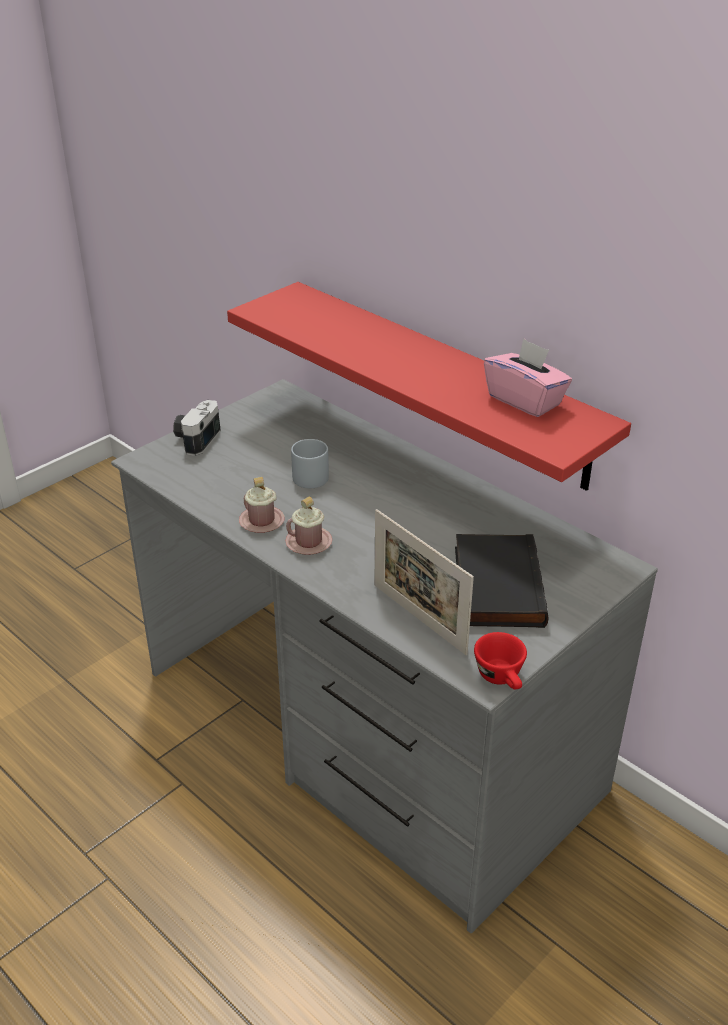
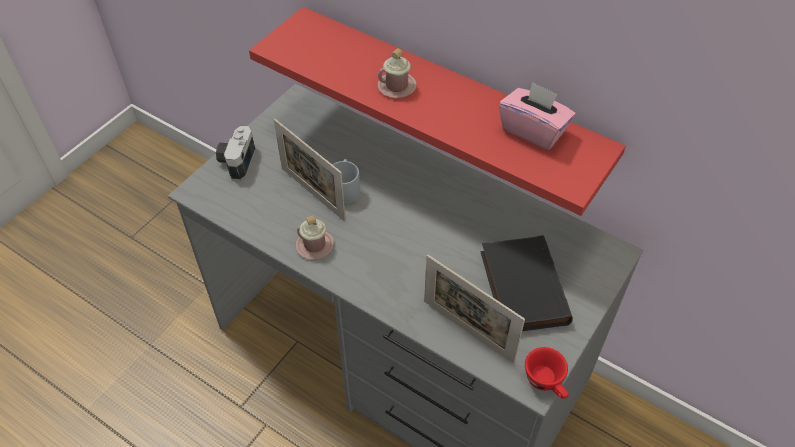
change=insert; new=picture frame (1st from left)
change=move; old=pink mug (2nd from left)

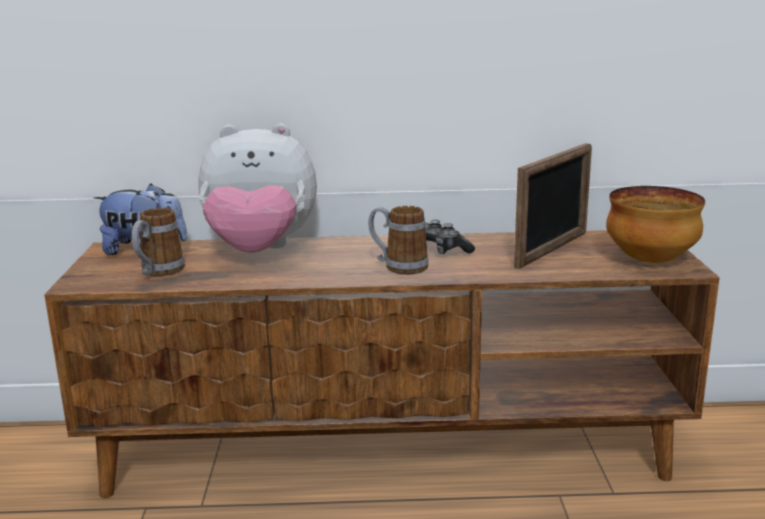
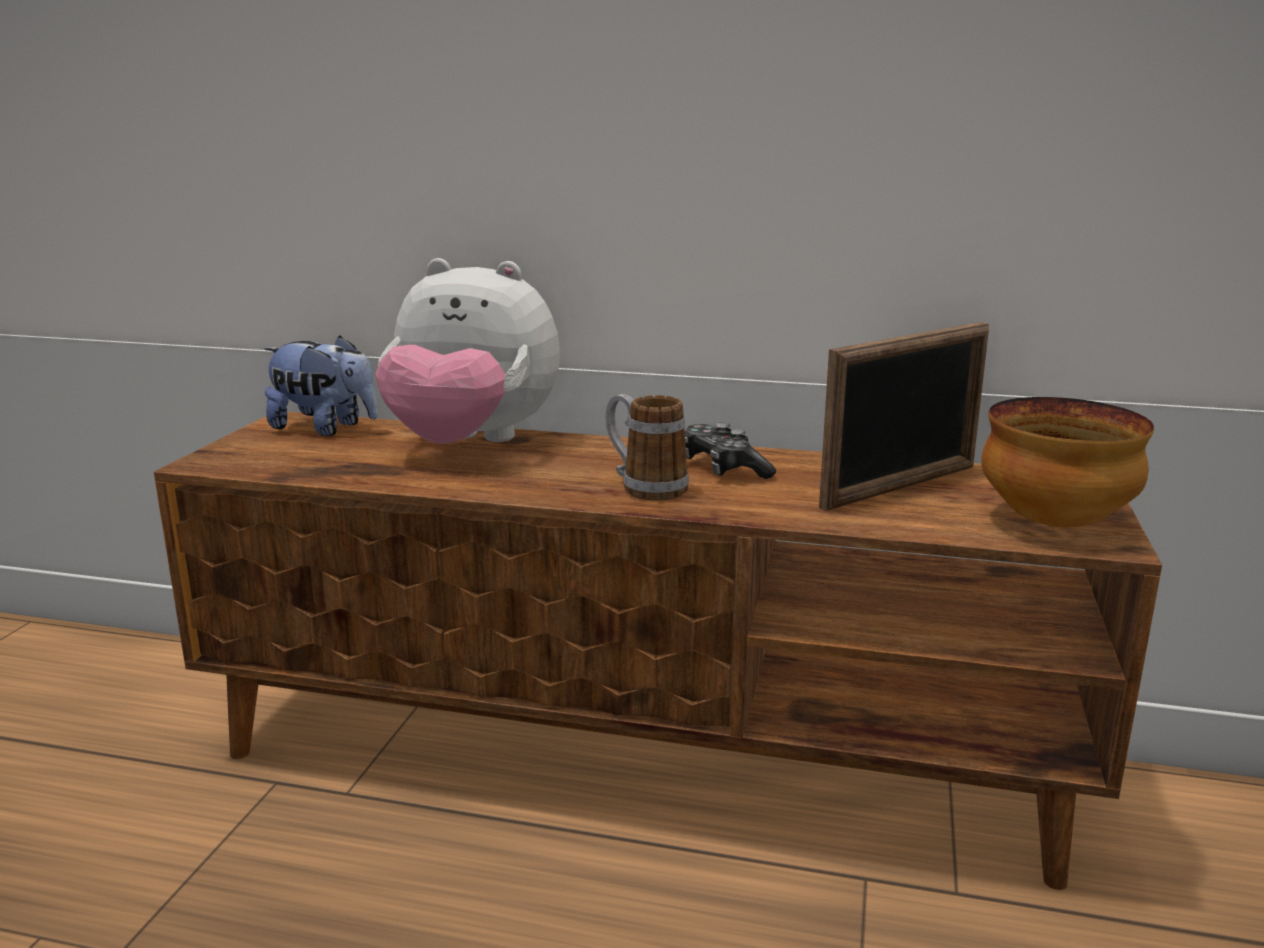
change=delete; old=mug (1st from left)

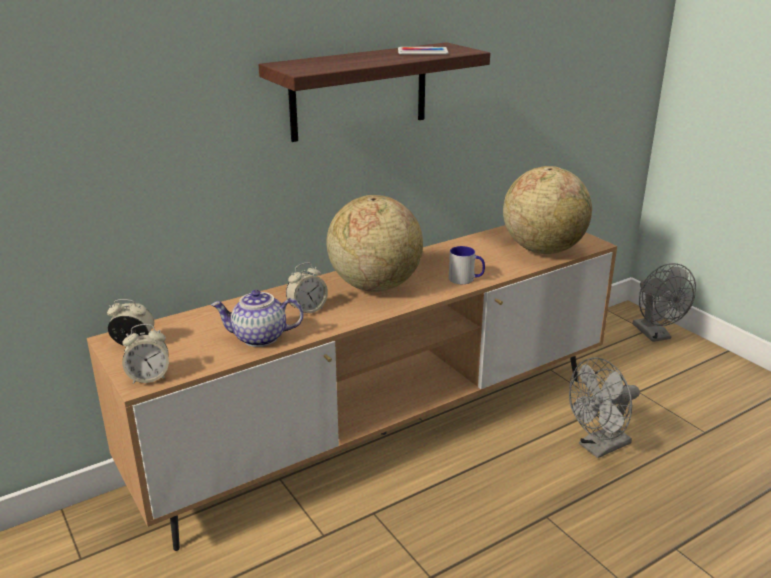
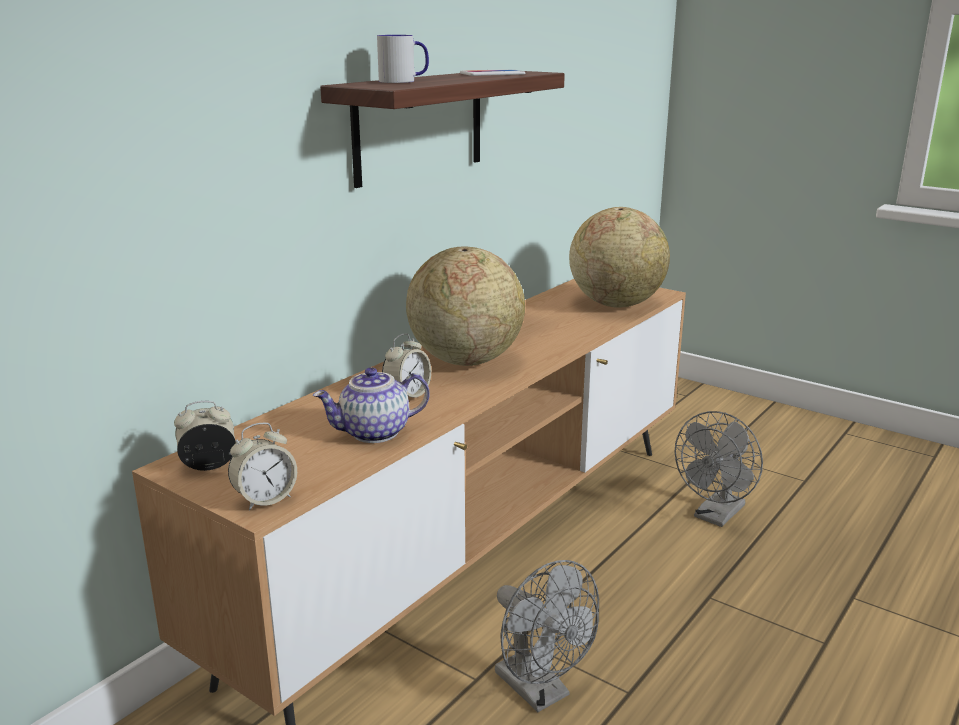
change=move; old=mug
change=move; old=grey fan (2nd from left in the first image); new=grey fan (1st from left)

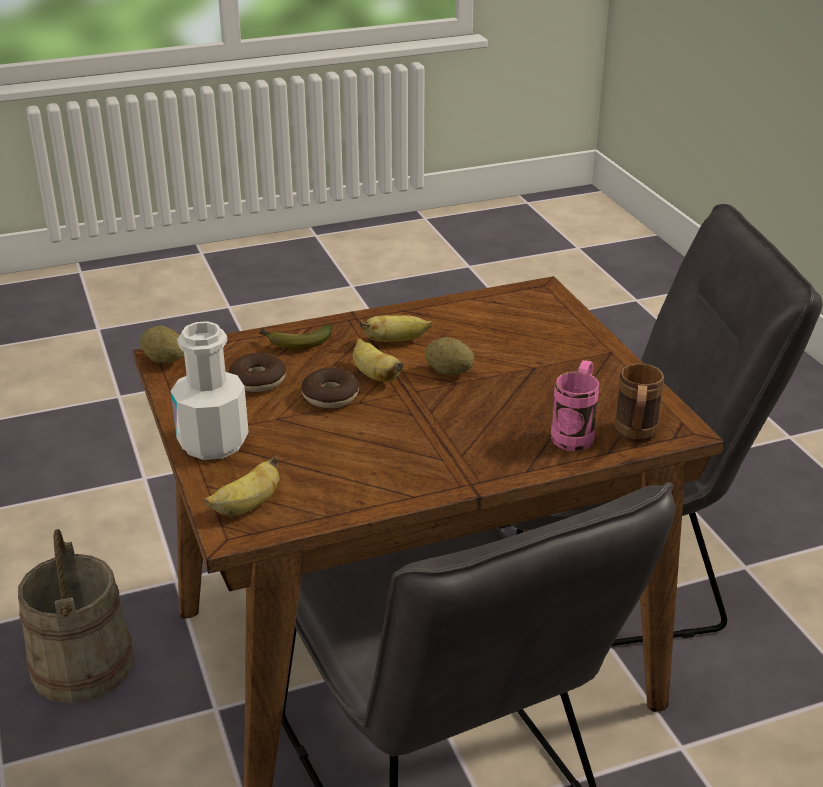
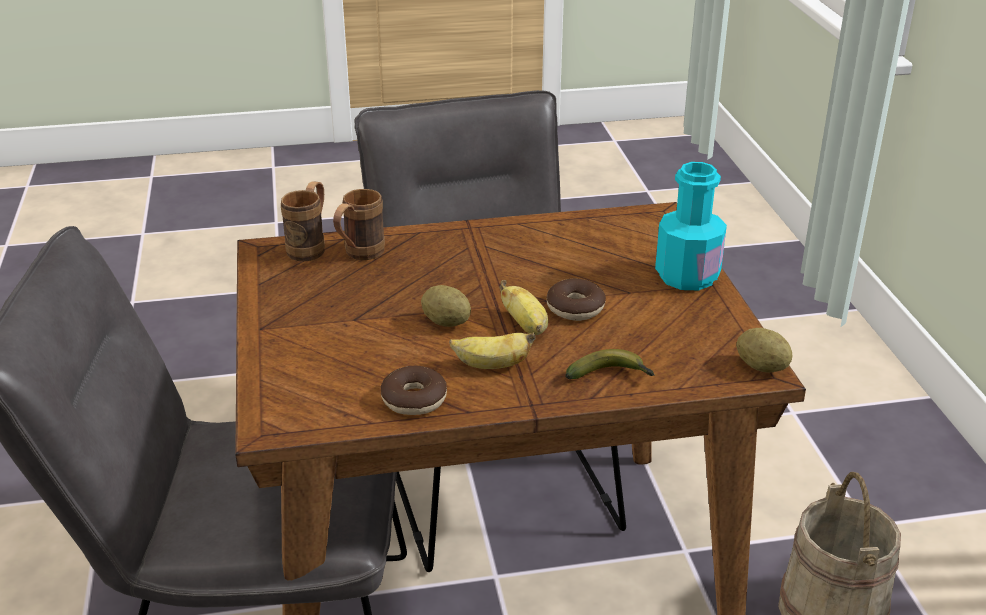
change=recolor; old=pink mug; new=brown mug (2nd from left)
change=move; old=donut (1st from left)
change=recolor; old=white bottle; new=turquoise bottle
change=delete; old=banana (1st from left)

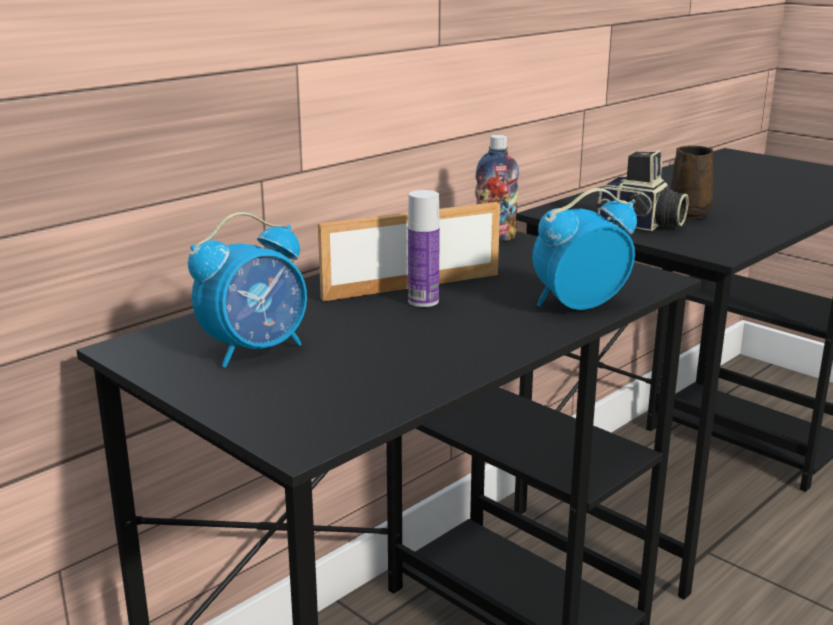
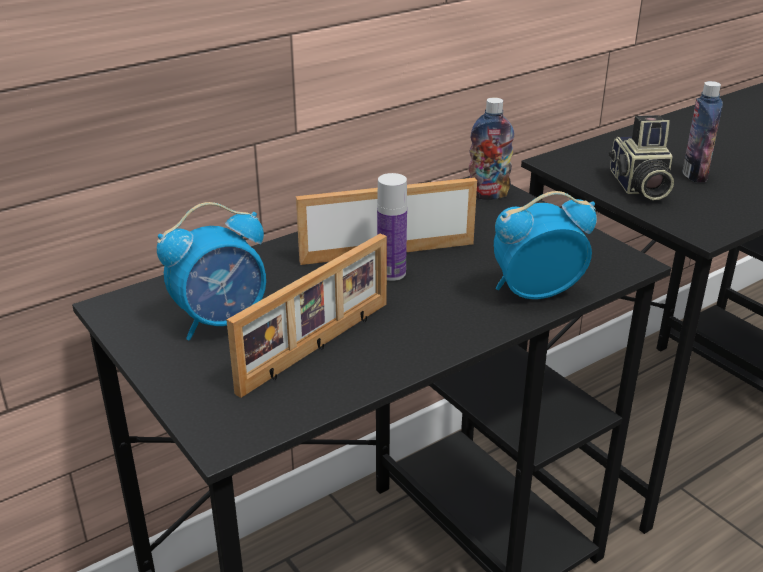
change=insert; new=picture frame (1st from left)
change=rotate; old=photo camera; degrees=45
change=replace; old=brown mug; new=bottle (3rd from left)

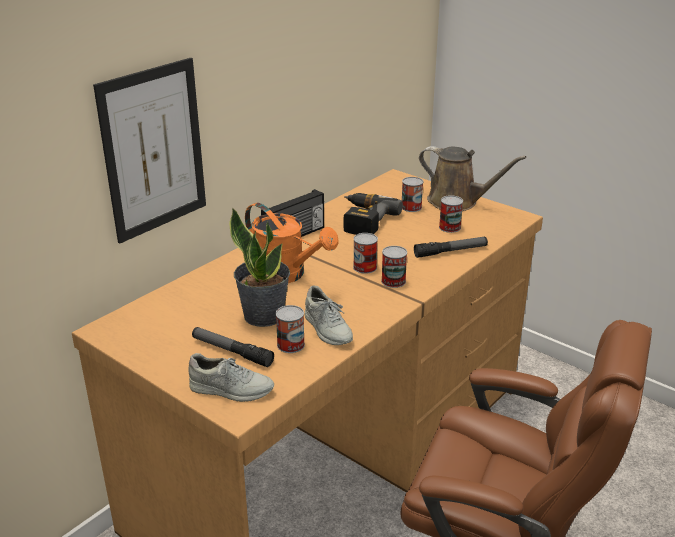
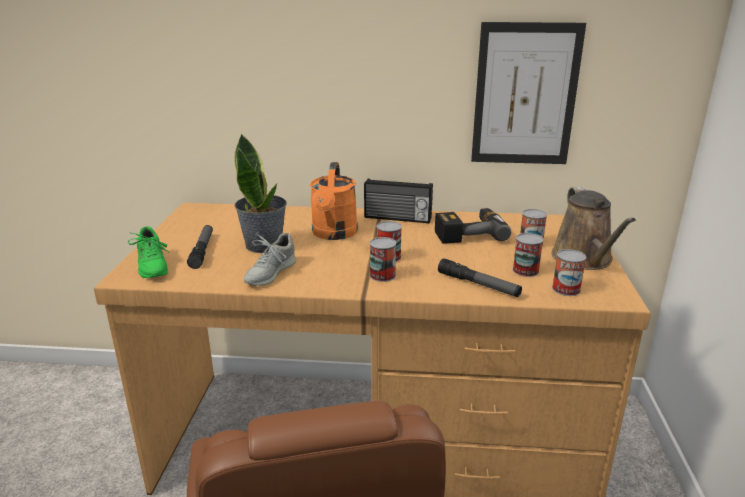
change=recolor; old=grey shoe (1st from left); new=green shoe
change=move; old=picture
change=move; old=can (1st from left in the first image); new=can (5th from left)

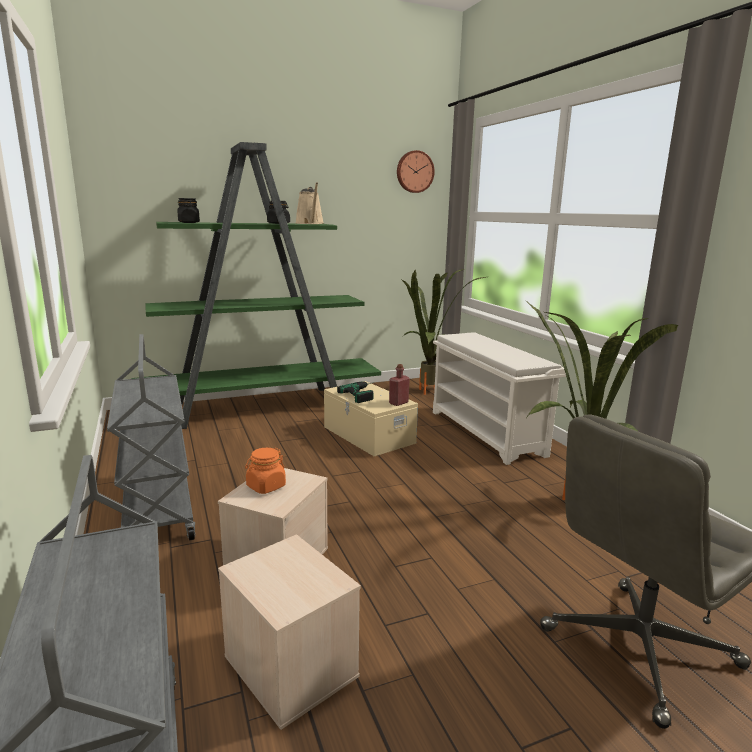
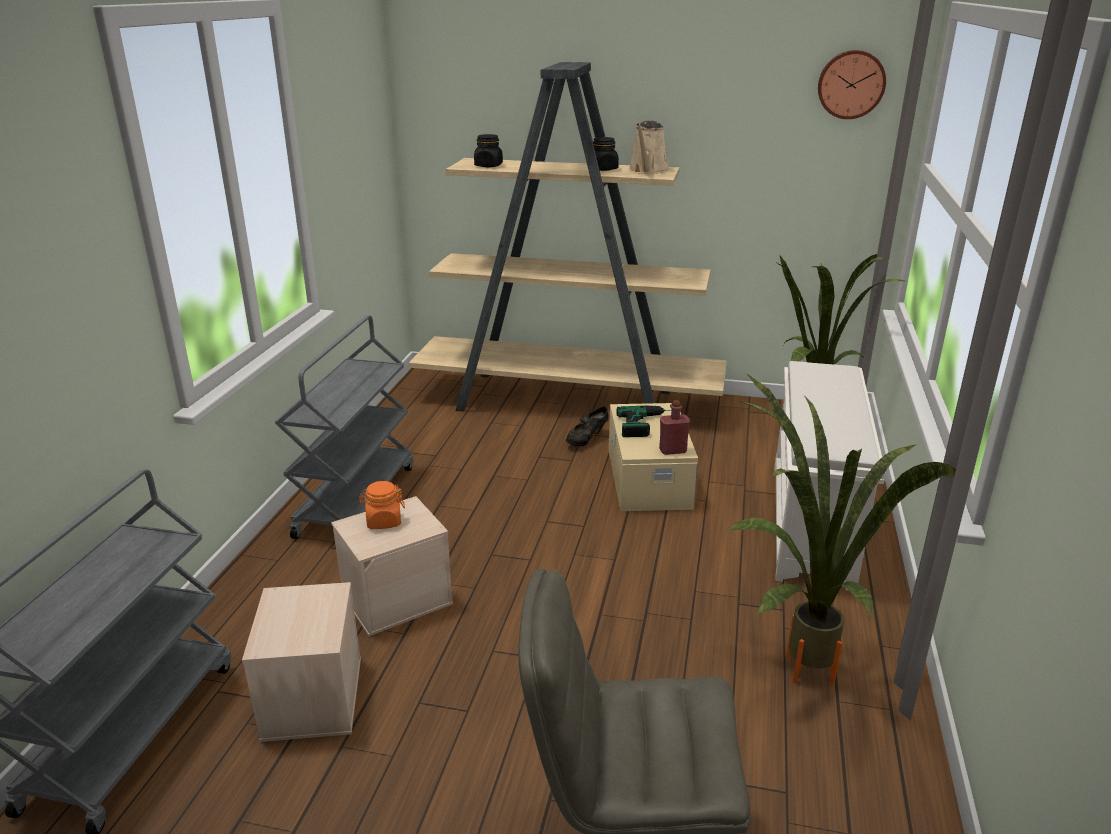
change=recolor; old=green bookcase; new=beige bookcase
change=insert; new=black shoe

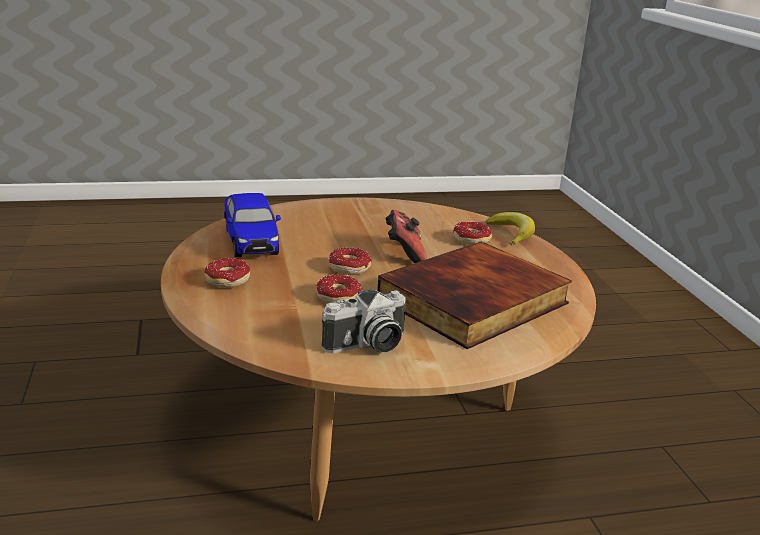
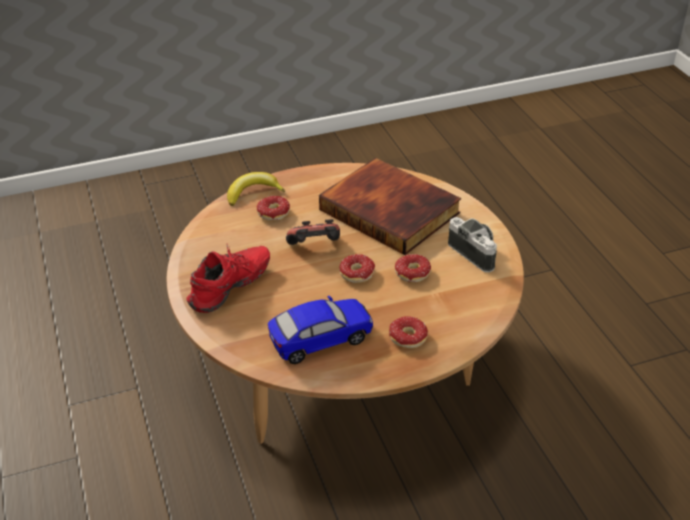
change=insert; new=red shoe

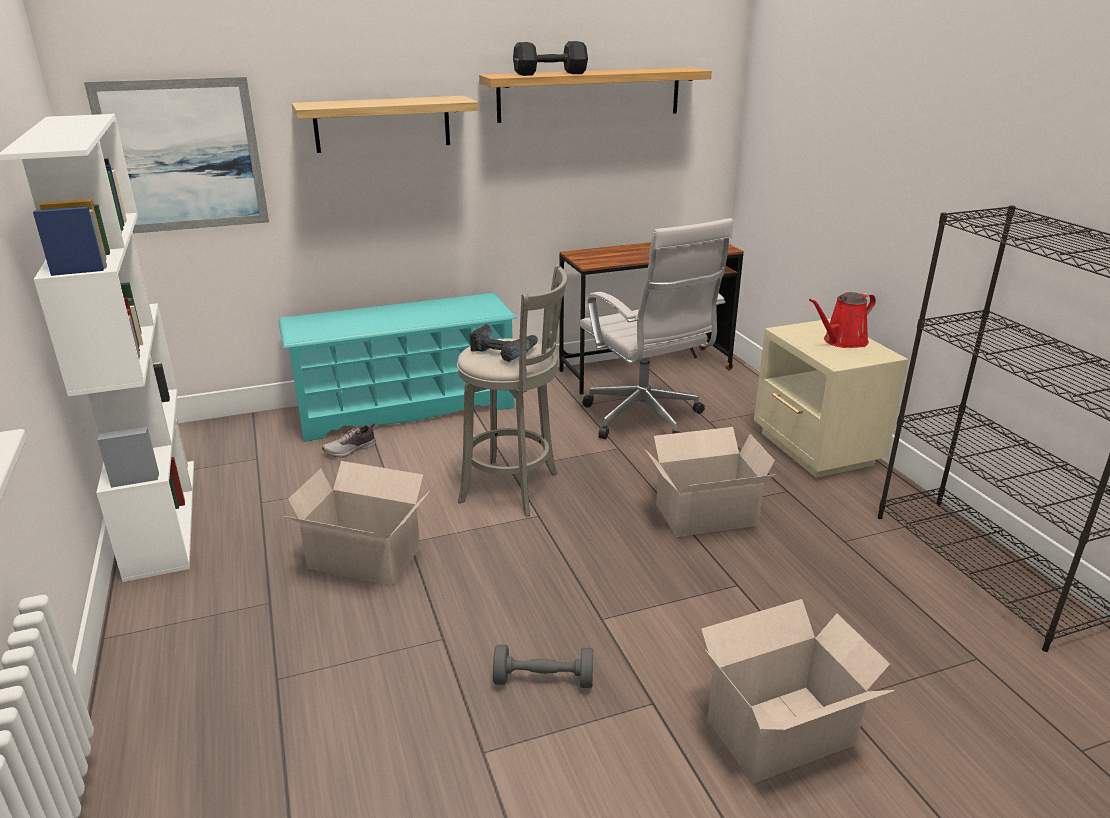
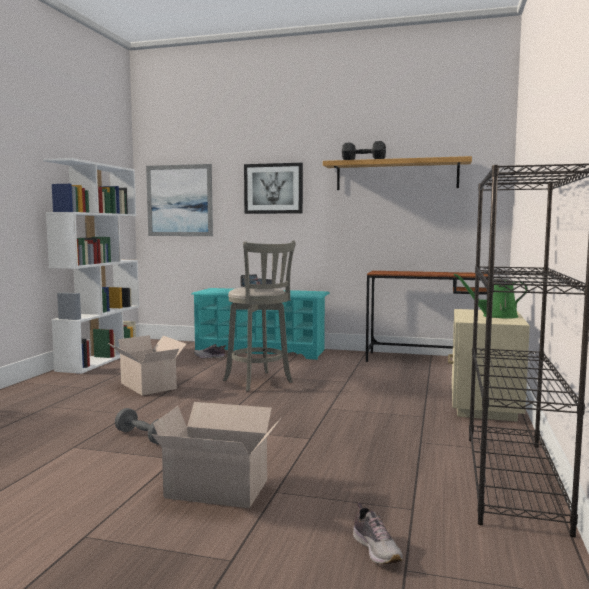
change=replace; old=shelf (1st from left); new=picture (2nd from left)
change=insert; new=shoe (2nd from left)
change=recolor; old=red watering can; new=green watering can
change=delete; old=white office chair
change=delete; old=cardboard box (2nd from left)

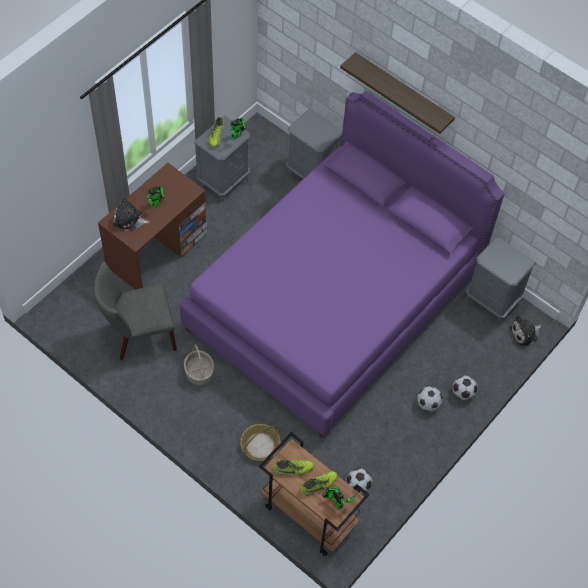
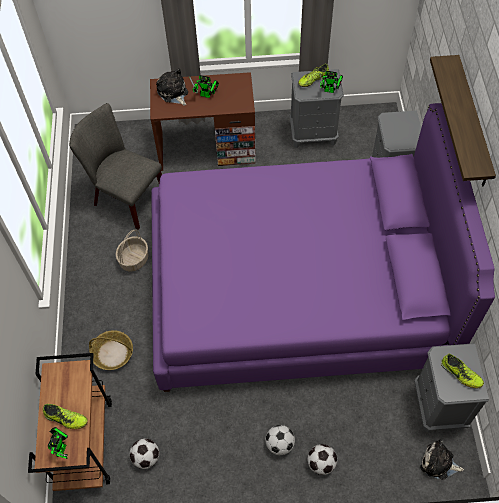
change=move; old=shoe (2nd from left in the first image); new=shoe (3rd from left)

